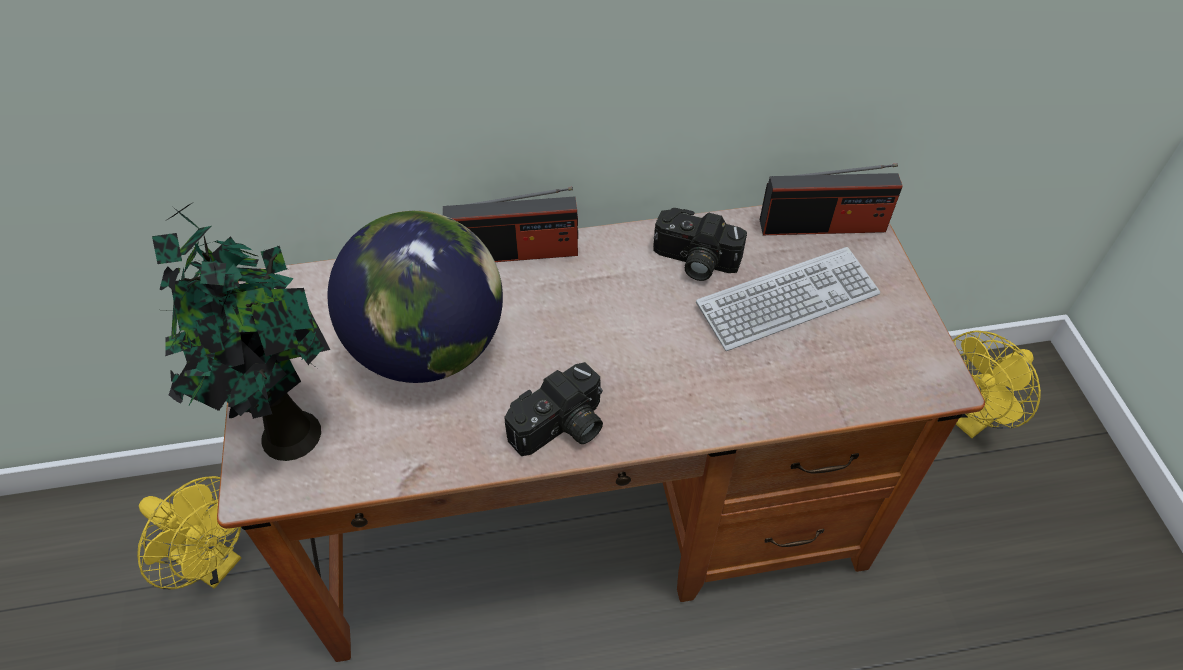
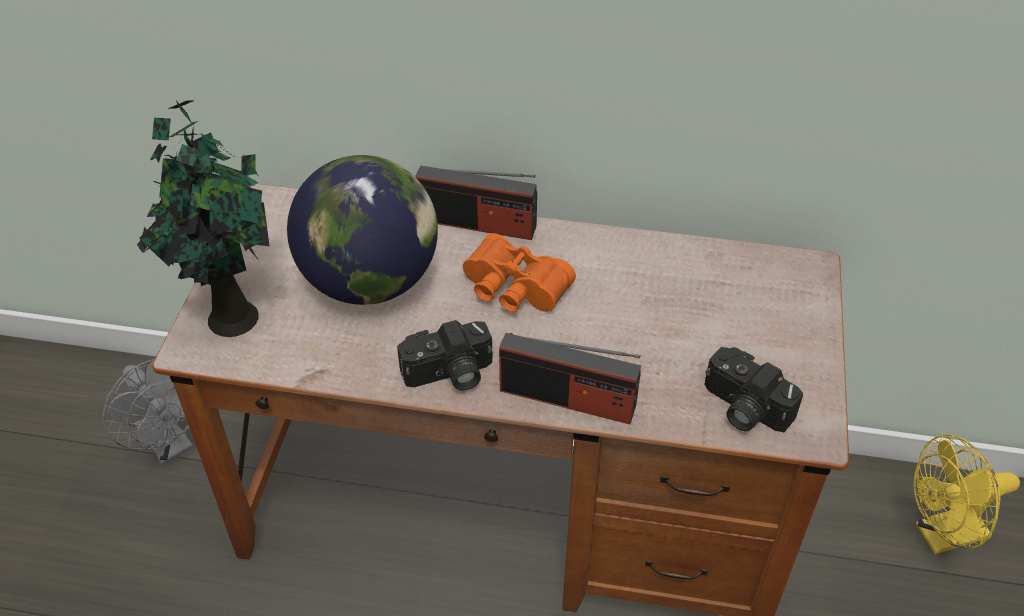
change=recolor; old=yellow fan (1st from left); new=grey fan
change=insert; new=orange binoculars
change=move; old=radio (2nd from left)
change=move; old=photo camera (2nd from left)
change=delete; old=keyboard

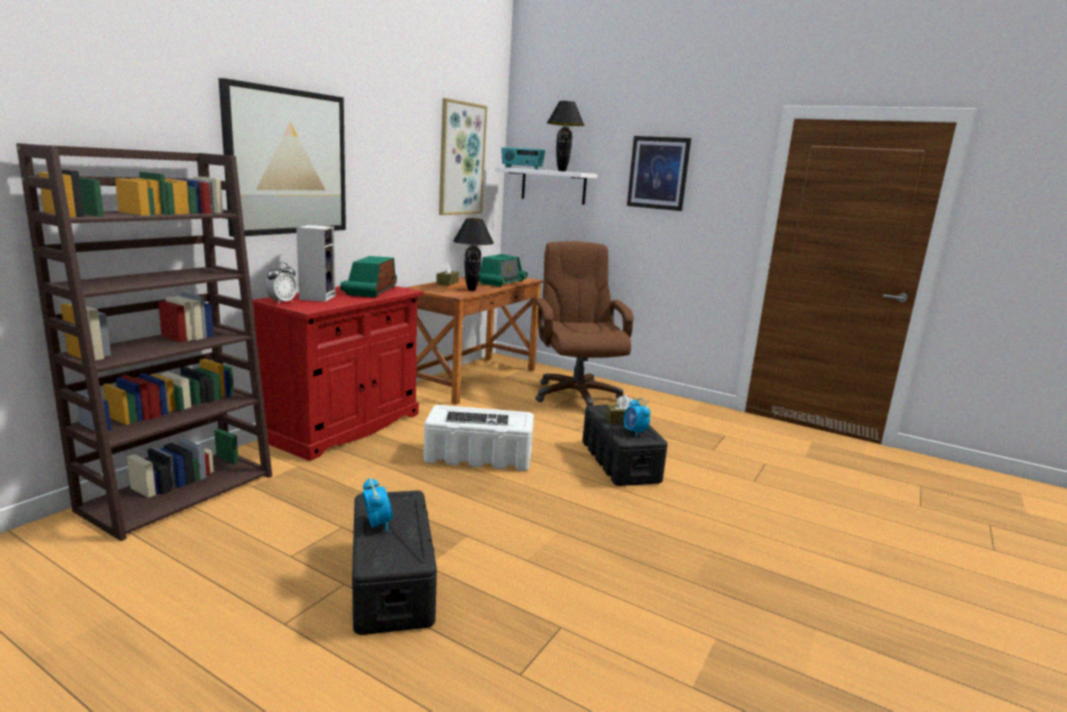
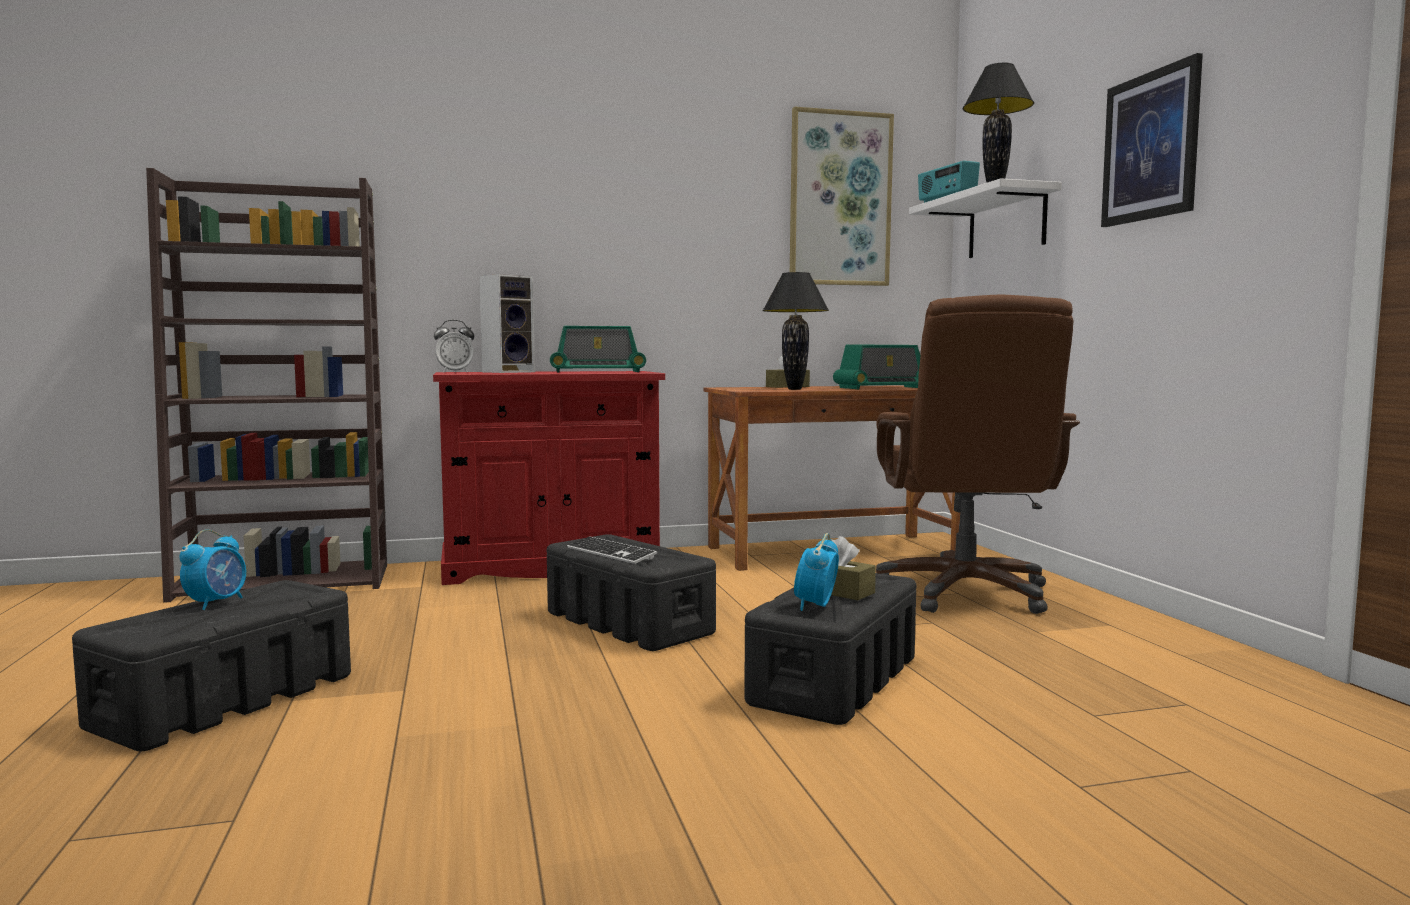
change=recolor; old=white storage box; new=black storage box (2nd from left)
change=rotate; old=radio (1st from left); degrees=-150
change=rotate; old=brown office chair; degrees=150
change=delete; old=picture (1st from left)

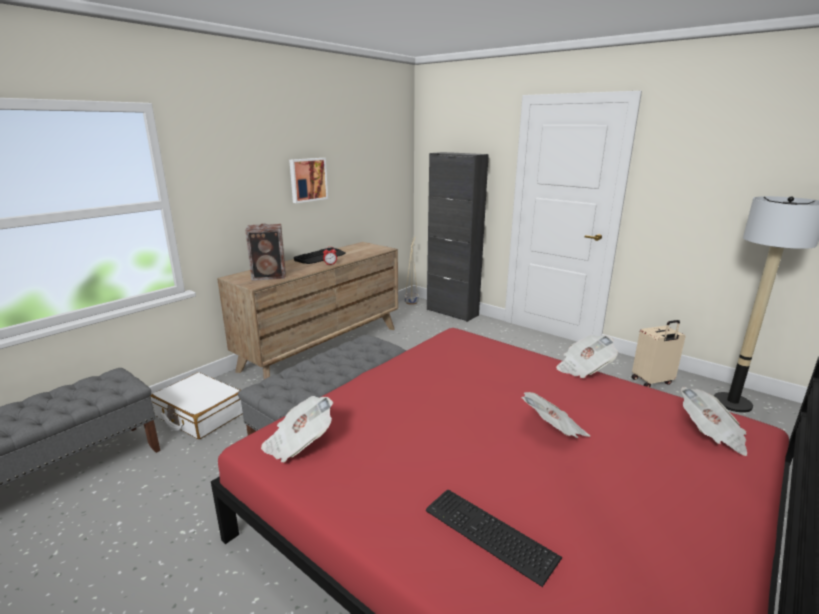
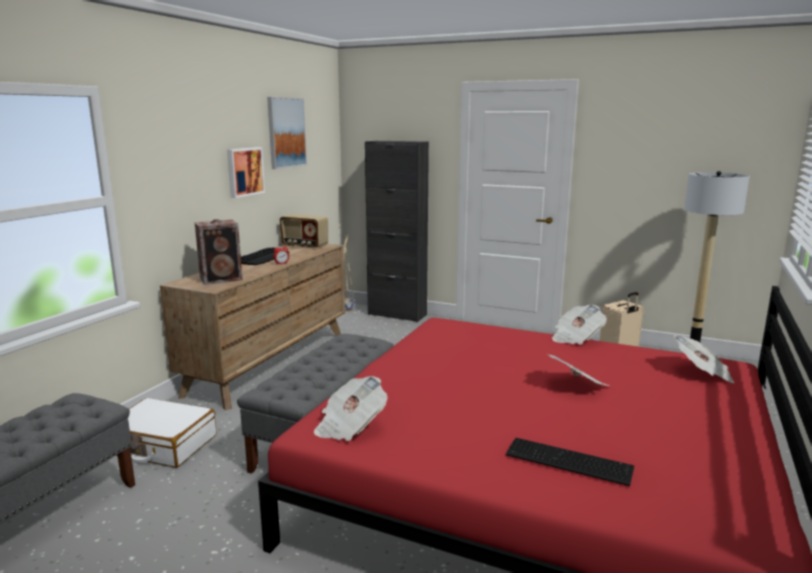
change=insert; new=picture (2nd from left)
change=insert; new=radio

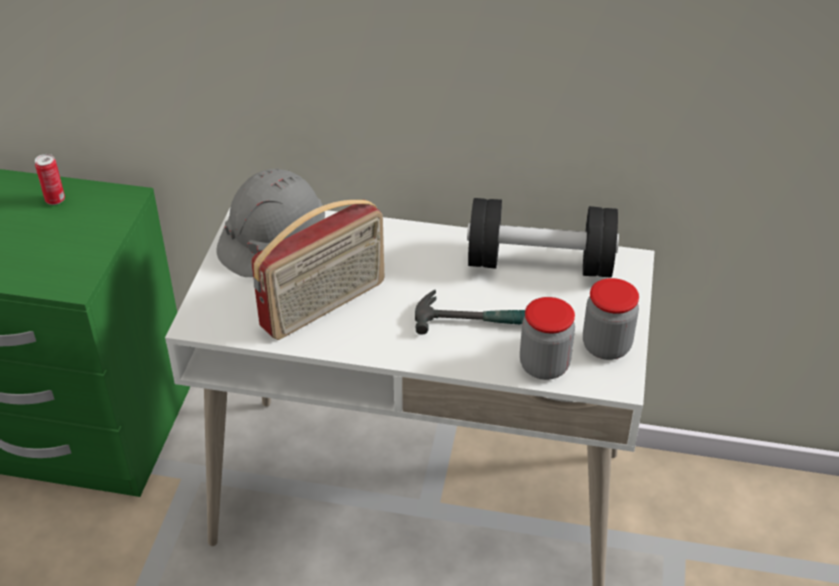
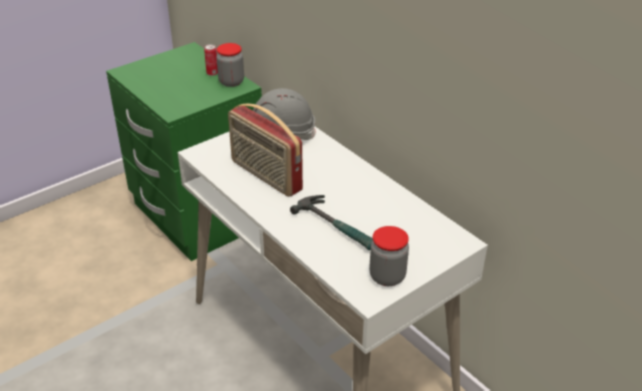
change=move; old=jar (1st from left)
change=rotate; old=radio; degrees=45
change=delete; old=black dumbbell

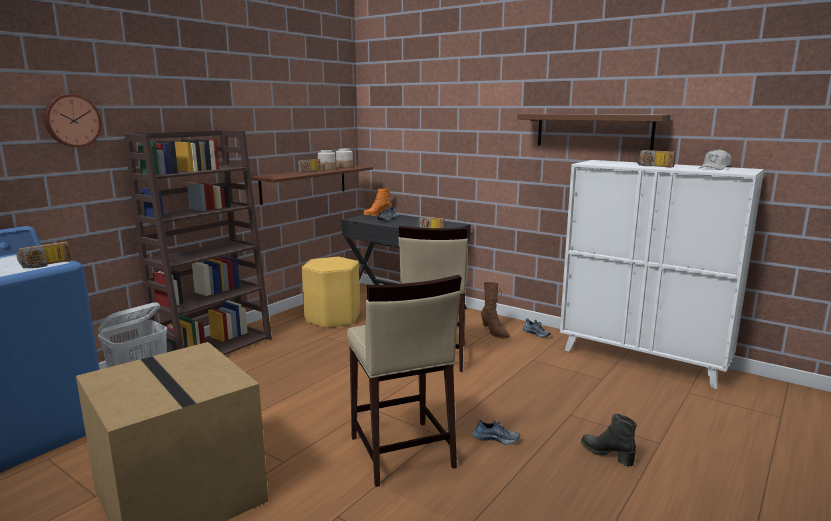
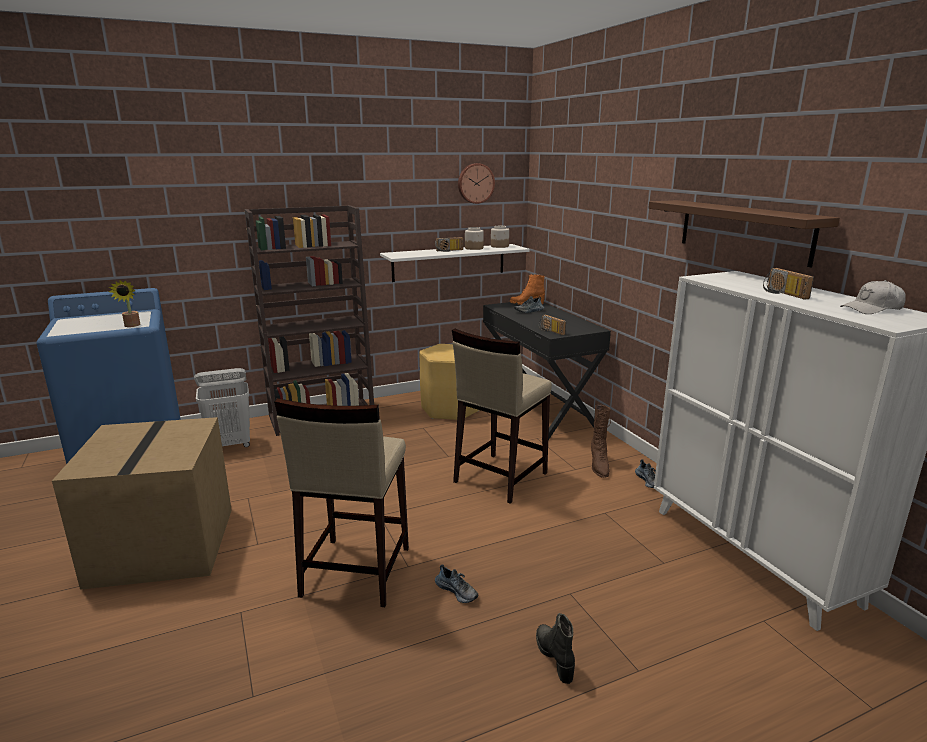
change=replace; old=radio (1st from left); new=potted plant
change=recolor; old=brown shelf (1st from left); new=white shelf
change=move; old=wall clock

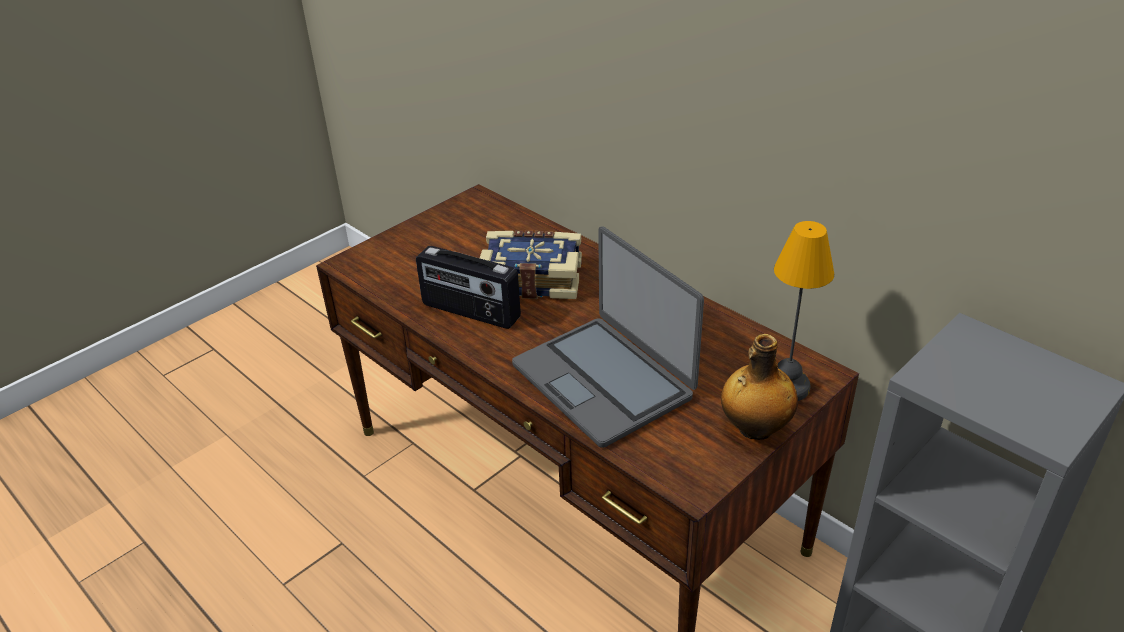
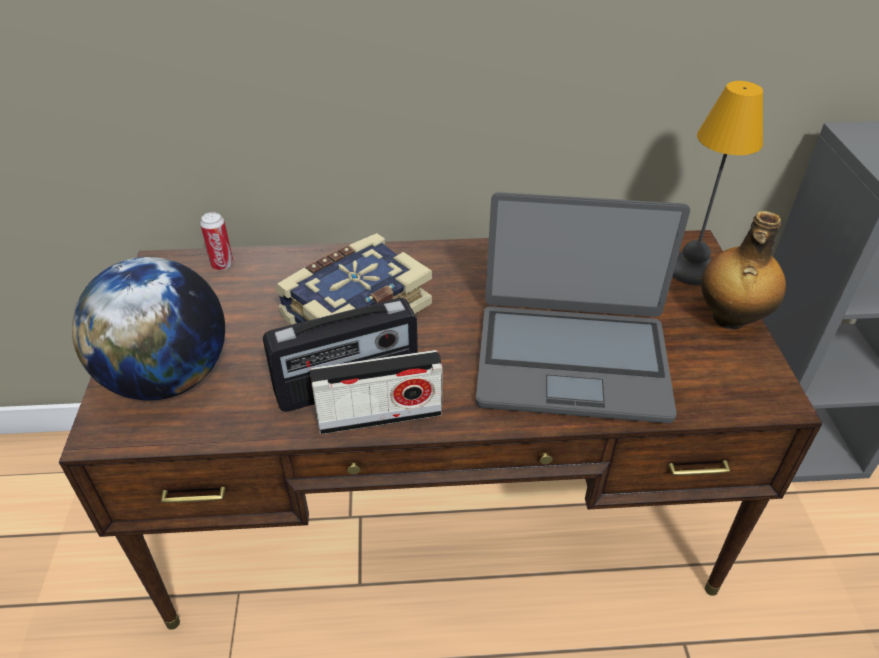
change=insert; new=globe
change=insert; new=can
change=insert; new=radio (2nd from left)

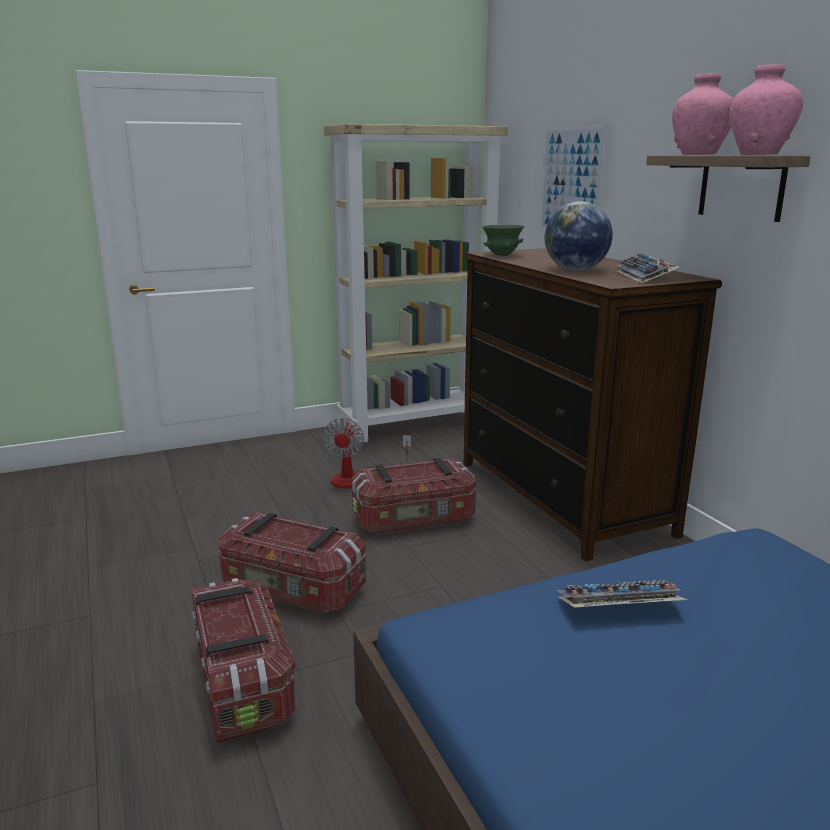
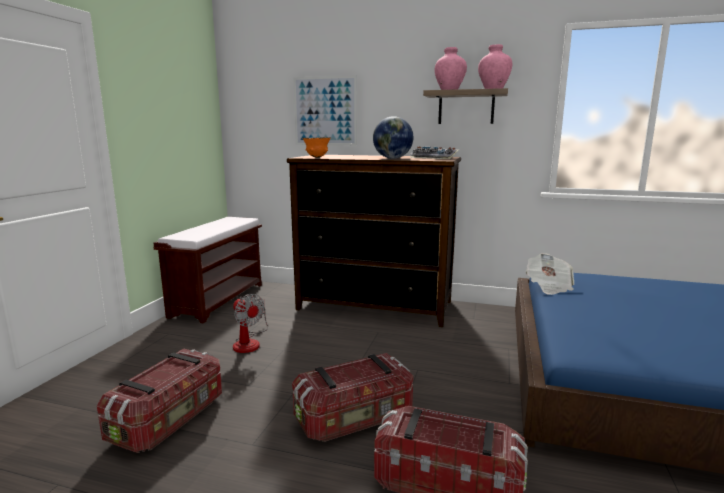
change=move; old=storage box (3rd from left in the first image); new=storage box (1st from left)
change=replace; old=beige bookcase; new=brown bench
change=recolor; old=green bowl; new=orange bowl
change=insert; new=newspaper
change=delete; old=keyboard (1st from left)

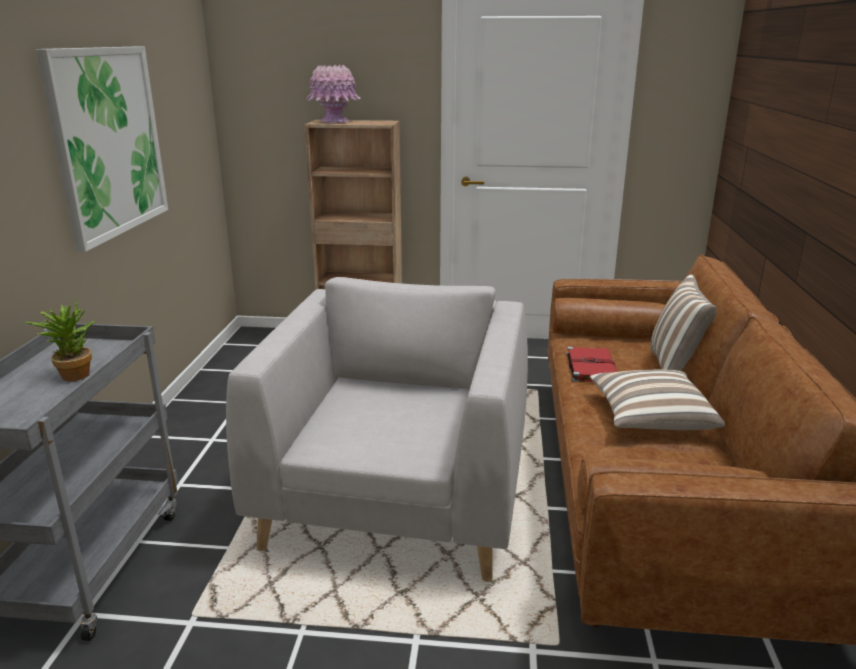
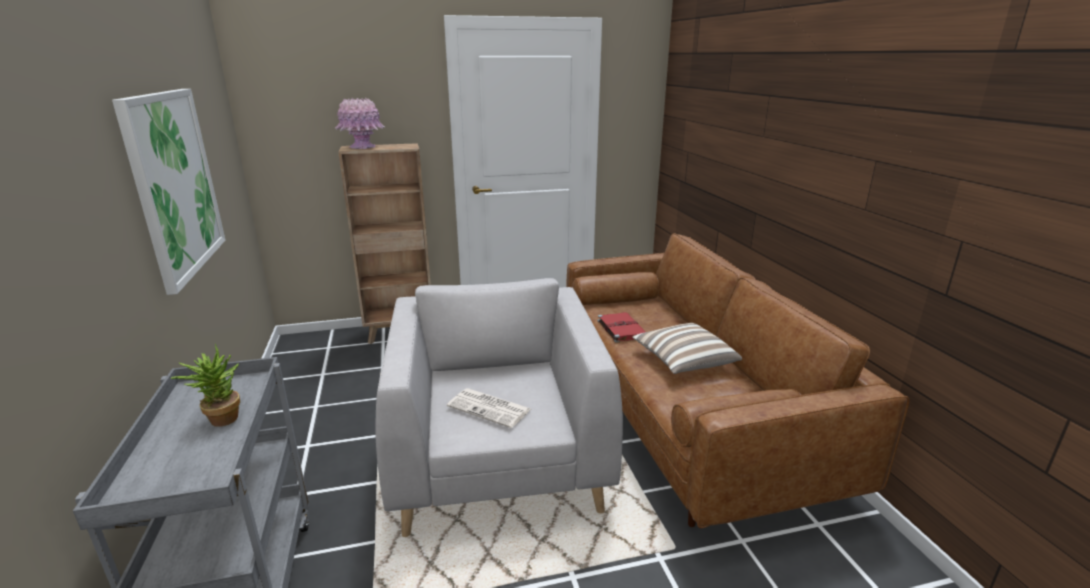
change=insert; new=newspaper
change=delete; old=pillow (2nd from left)

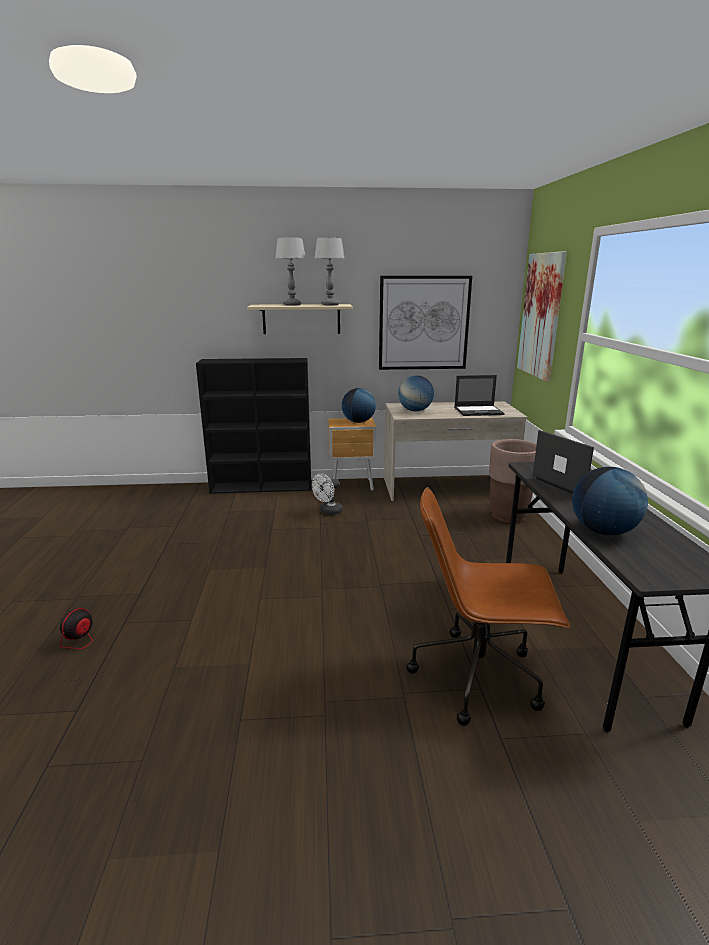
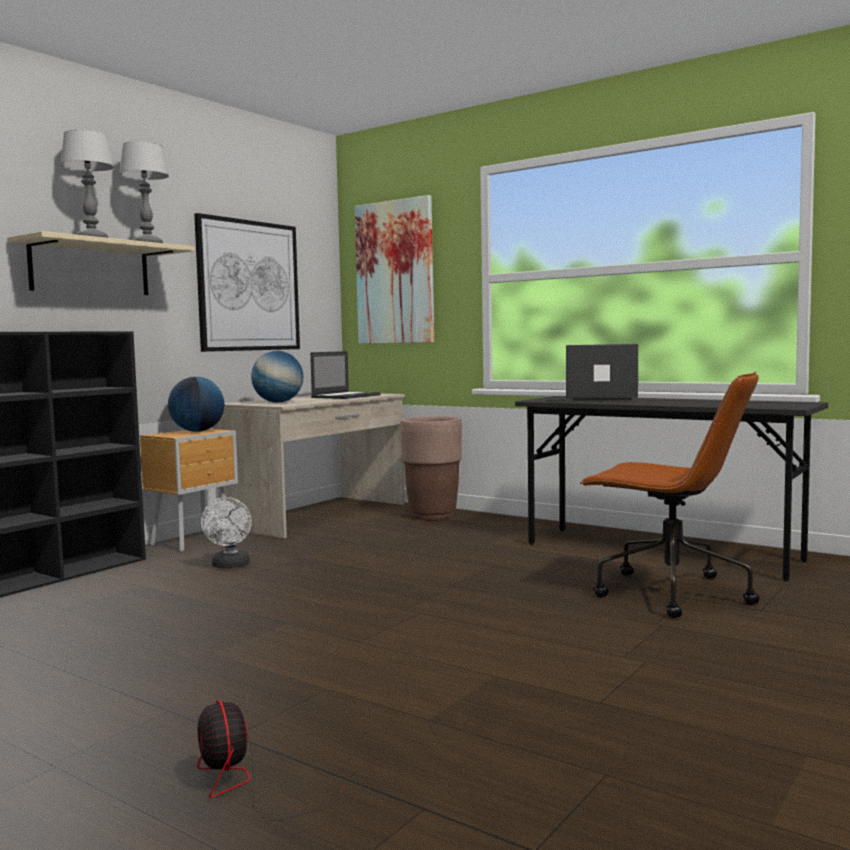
change=rotate; old=brown office chair; degrees=-105
change=delete; old=globe (3rd from left)

